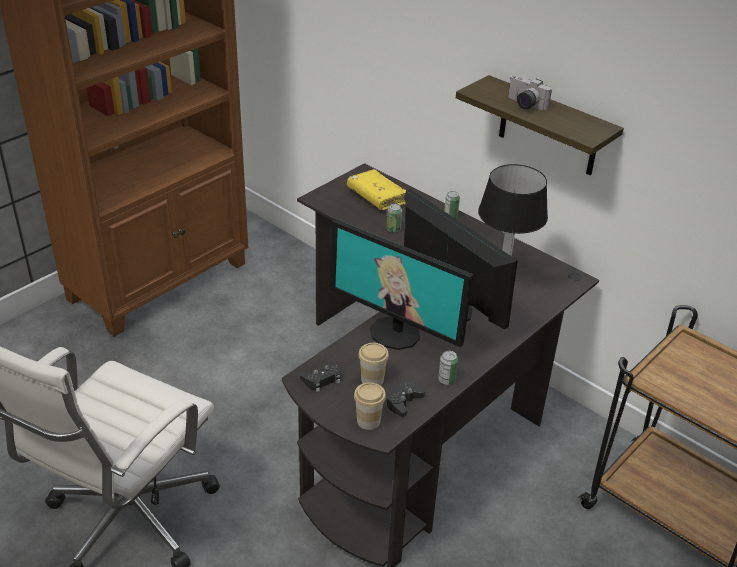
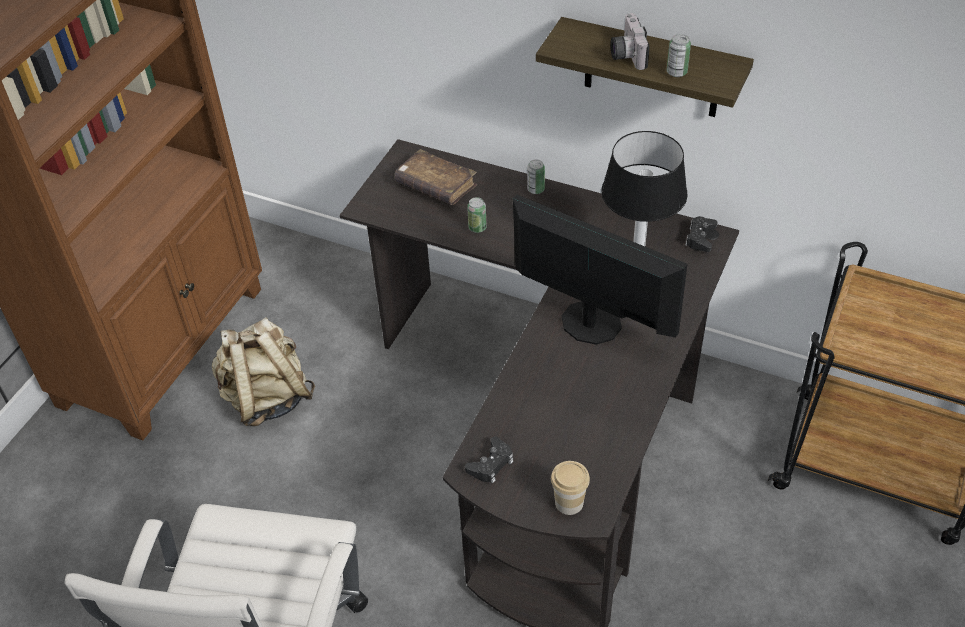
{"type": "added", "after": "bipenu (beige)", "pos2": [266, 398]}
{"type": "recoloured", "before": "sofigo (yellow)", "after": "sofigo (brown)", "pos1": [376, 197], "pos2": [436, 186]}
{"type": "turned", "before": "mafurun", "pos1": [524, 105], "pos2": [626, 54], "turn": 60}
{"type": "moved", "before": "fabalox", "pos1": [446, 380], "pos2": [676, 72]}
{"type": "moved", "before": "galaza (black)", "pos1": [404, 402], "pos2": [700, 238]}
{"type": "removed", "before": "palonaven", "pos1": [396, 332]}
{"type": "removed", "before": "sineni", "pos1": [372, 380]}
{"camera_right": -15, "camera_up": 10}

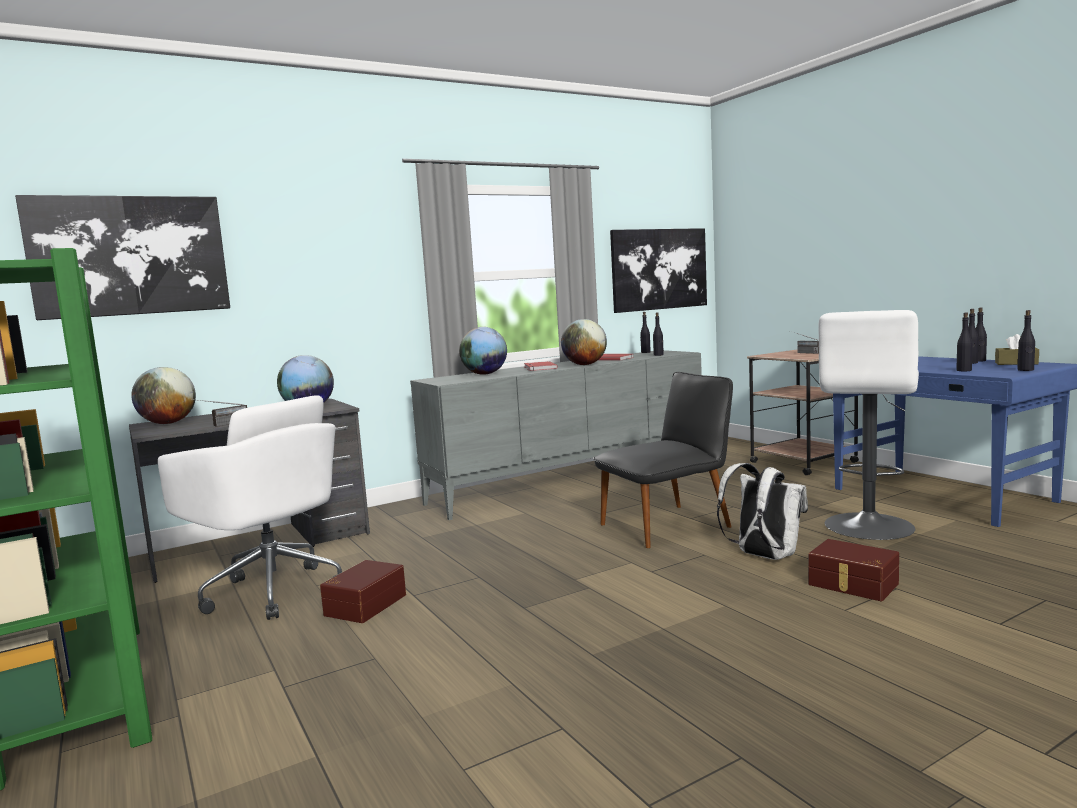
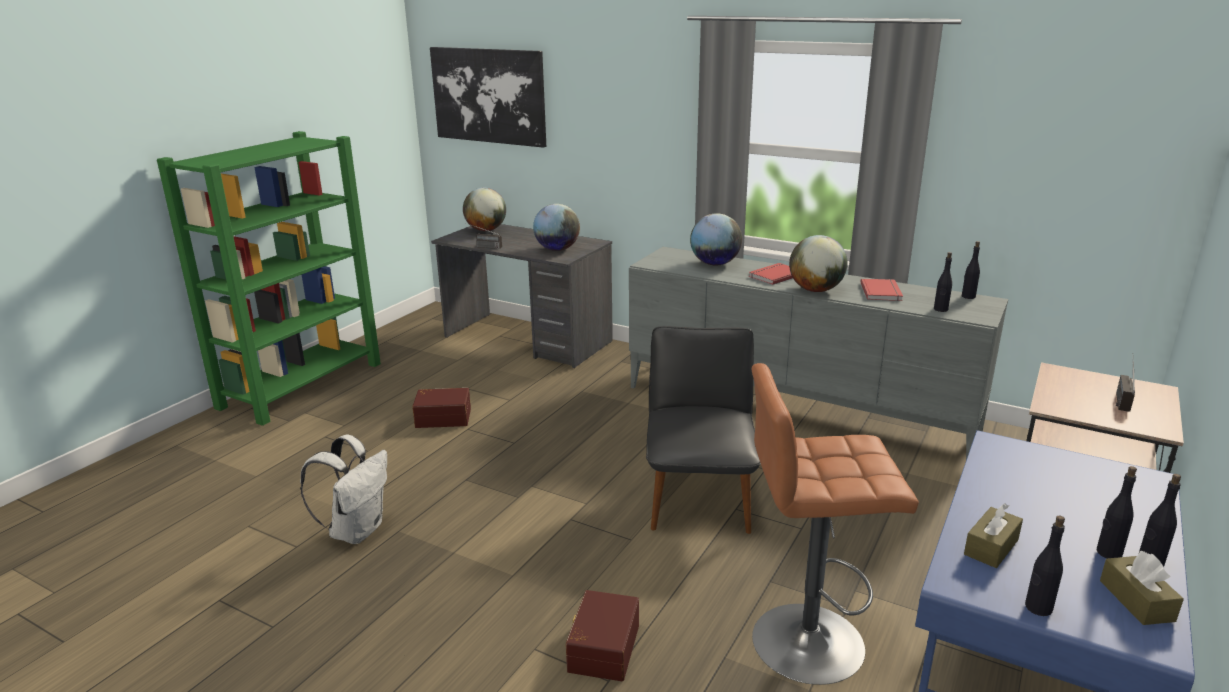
{"type": "moved", "before": "bipenu (white)", "pos1": [763, 556], "pos2": [357, 530]}
{"type": "turned", "before": "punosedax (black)", "pos1": [665, 525], "pos2": [699, 498], "turn": -120}
{"type": "recoloured", "before": "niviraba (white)", "after": "niviraba (brown)", "pos1": [867, 526], "pos2": [806, 642]}
{"type": "replaced", "before": "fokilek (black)", "after": "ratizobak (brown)", "pos1": [964, 370], "pos2": [991, 547]}
{"type": "removed", "before": "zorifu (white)", "pos1": [269, 591]}
{"type": "removed", "before": "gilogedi", "pos1": [659, 269]}
{"camera_right": 60, "camera_up": 15}

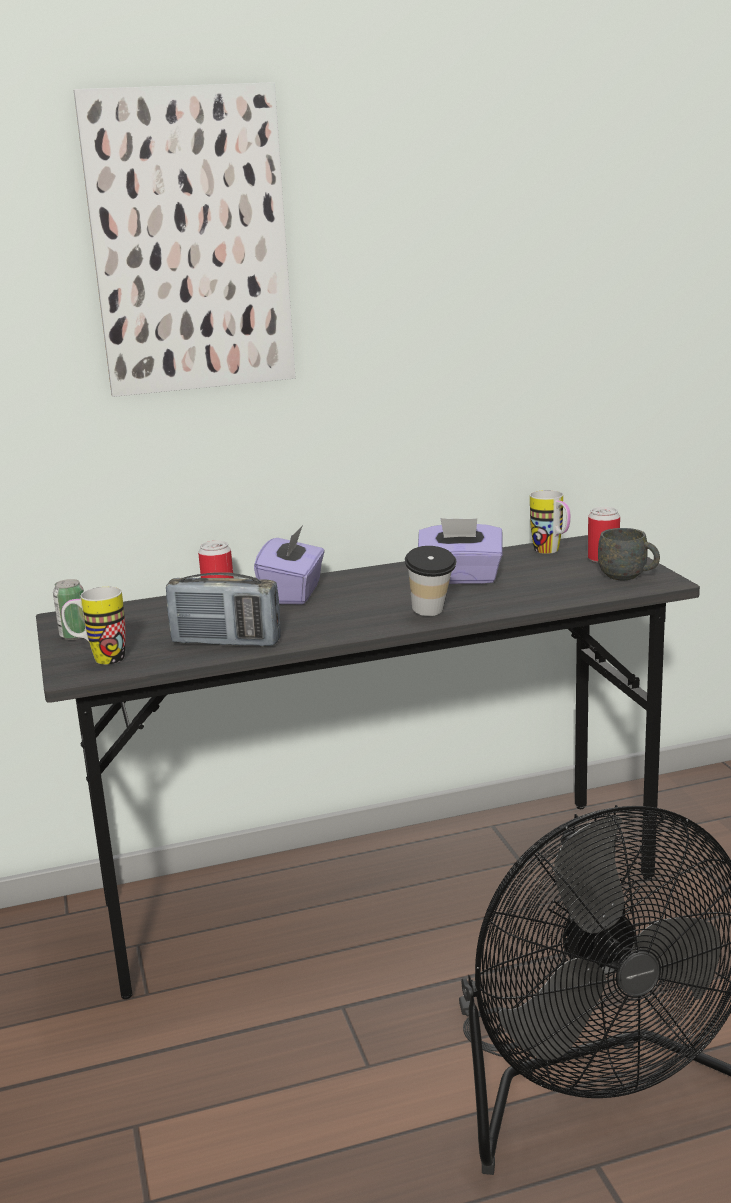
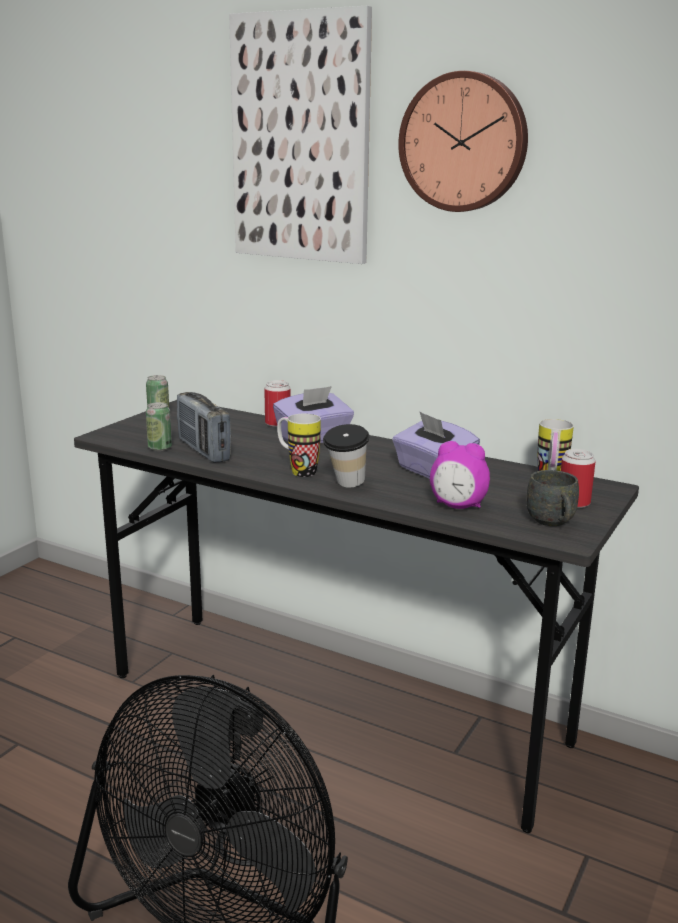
{"type": "added", "after": "fabalox", "pos2": [160, 448]}
{"type": "moved", "before": "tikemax", "pos1": [99, 660], "pos2": [297, 471]}
{"type": "added", "after": "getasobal", "pos2": [464, 142]}
{"type": "added", "after": "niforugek", "pos2": [458, 506]}
{"camera_right": 45, "camera_up": 0}

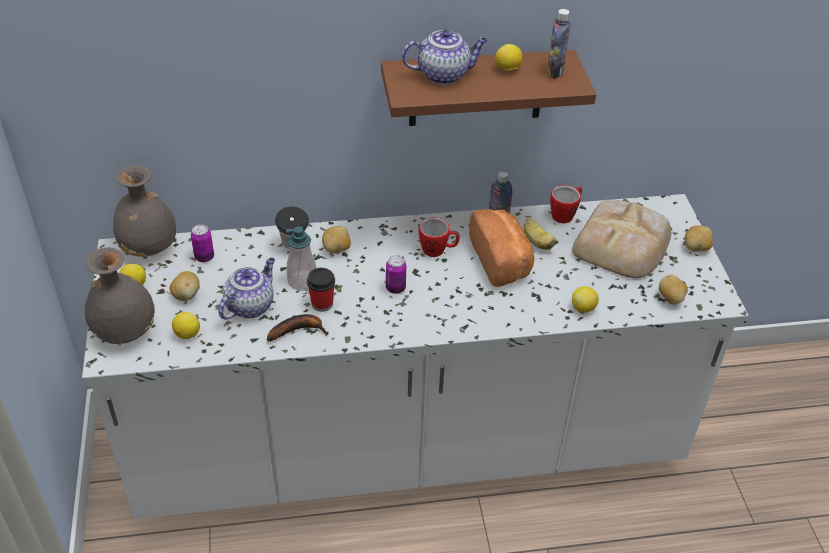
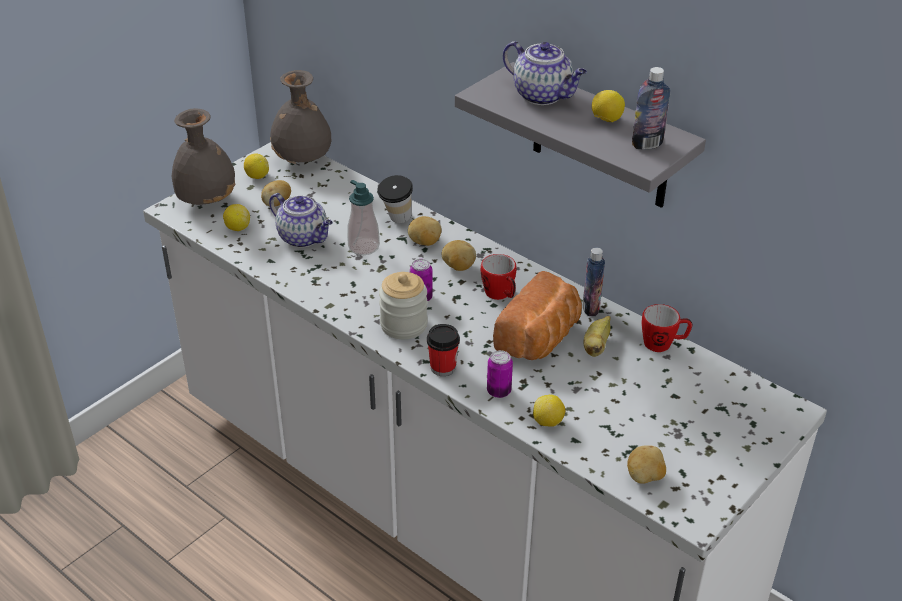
{"type": "turned", "before": "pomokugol", "pos1": [250, 305], "pos2": [304, 238], "turn": 45}
{"type": "added", "after": "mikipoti", "pos2": [403, 325]}
{"type": "moved", "before": "sineni", "pos1": [322, 304], "pos2": [443, 367]}
{"type": "moved", "before": "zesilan", "pos1": [696, 248], "pos2": [458, 267]}
{"type": "recoloured", "before": "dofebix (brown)", "after": "dofebix (grey)", "pos1": [476, 88], "pos2": [600, 138]}
{"type": "moved", "before": "fabalox", "pos1": [204, 257], "pos2": [498, 391]}
{"type": "removed", "before": "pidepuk", "pos1": [298, 330]}
{"type": "removed", "before": "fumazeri", "pos1": [622, 244]}
{"camera_right": 50, "camera_up": -5}

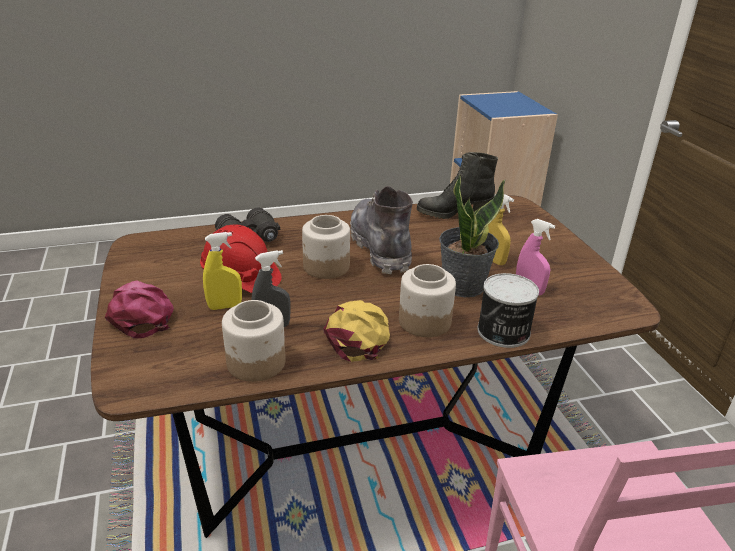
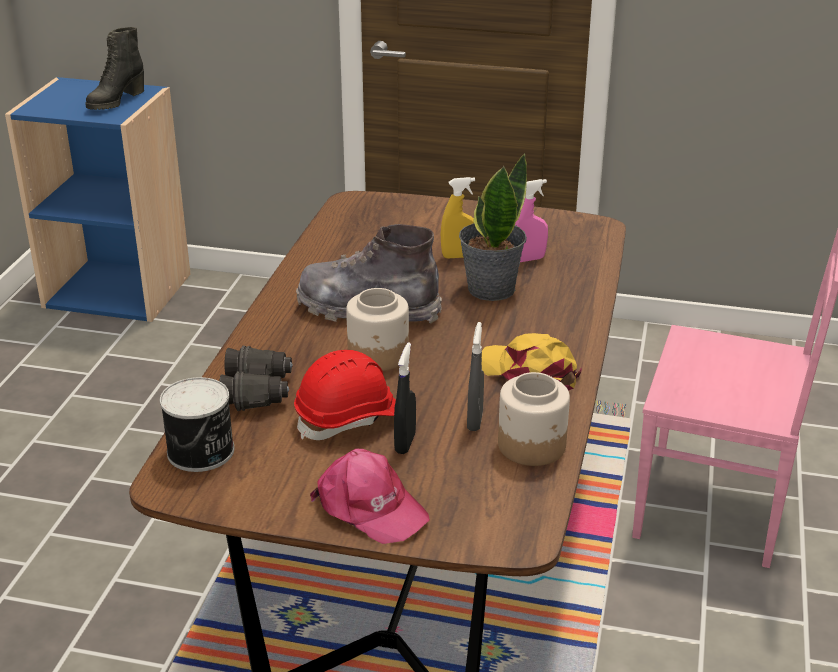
{"type": "moved", "before": "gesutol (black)", "pos1": [453, 214], "pos2": [115, 101]}
{"type": "moved", "before": "fabalox", "pos1": [503, 332], "pos2": [202, 452]}
{"type": "turned", "before": "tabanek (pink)", "pos1": [142, 314], "pos2": [369, 507], "turn": -150}
{"type": "recoloured", "before": "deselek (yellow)", "after": "deselek (black)", "pos1": [225, 306], "pos2": [405, 443]}
{"type": "removed", "before": "mikipoti", "pos1": [424, 321]}
{"camera_right": -60, "camera_up": 0}

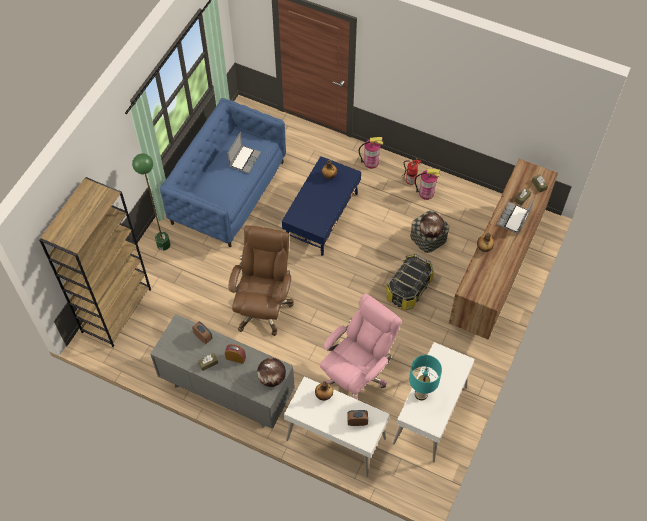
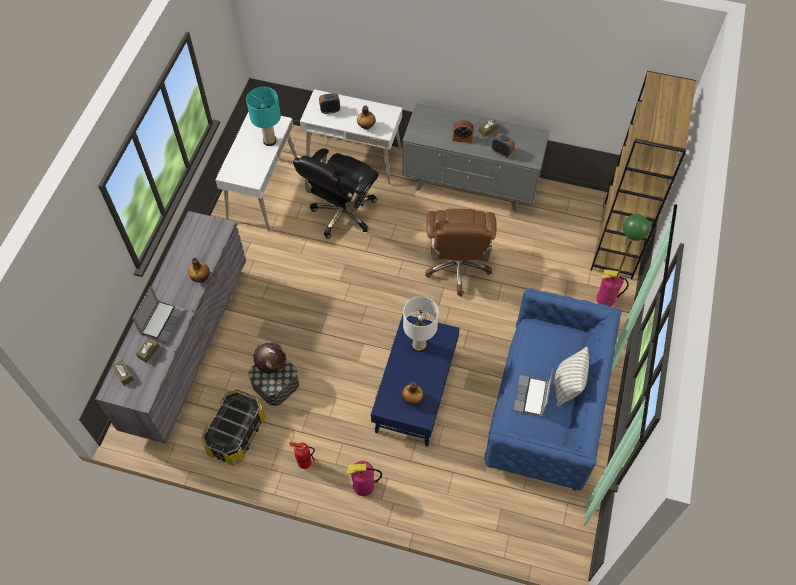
{"type": "recoloured", "before": "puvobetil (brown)", "after": "puvobetil (grey)", "pos1": [497, 272], "pos2": [189, 351]}
{"type": "moved", "before": "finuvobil", "pos1": [409, 289], "pos2": [236, 434]}
{"type": "recoloured", "before": "zorifu (pink)", "after": "zorifu (black)", "pos1": [357, 376], "pos2": [341, 215]}
{"type": "added", "after": "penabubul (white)", "pos2": [419, 345]}
{"type": "added", "after": "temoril", "pos2": [567, 386]}
{"type": "moved", "before": "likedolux", "pos1": [426, 193], "pos2": [605, 299]}
{"type": "removed", "before": "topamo", "pos1": [272, 378]}
{"camera_right": 170, "camera_up": 0}

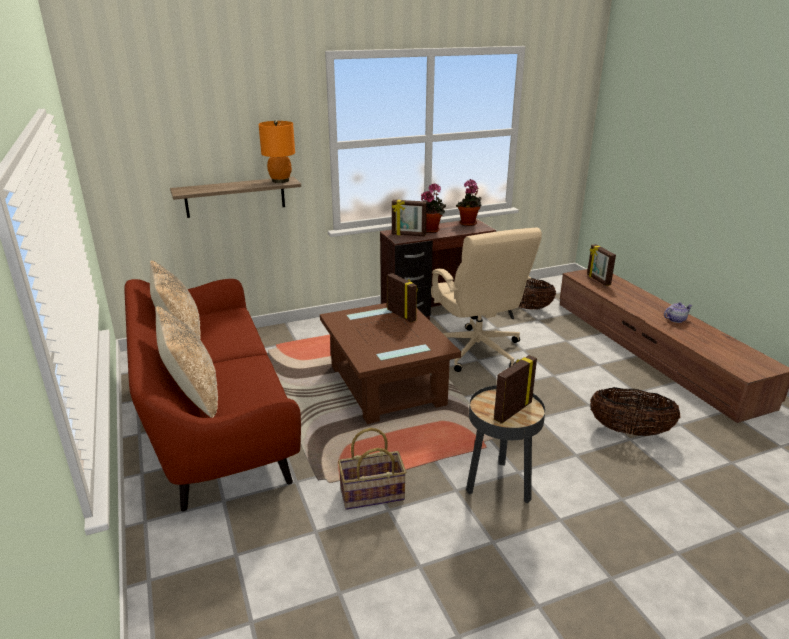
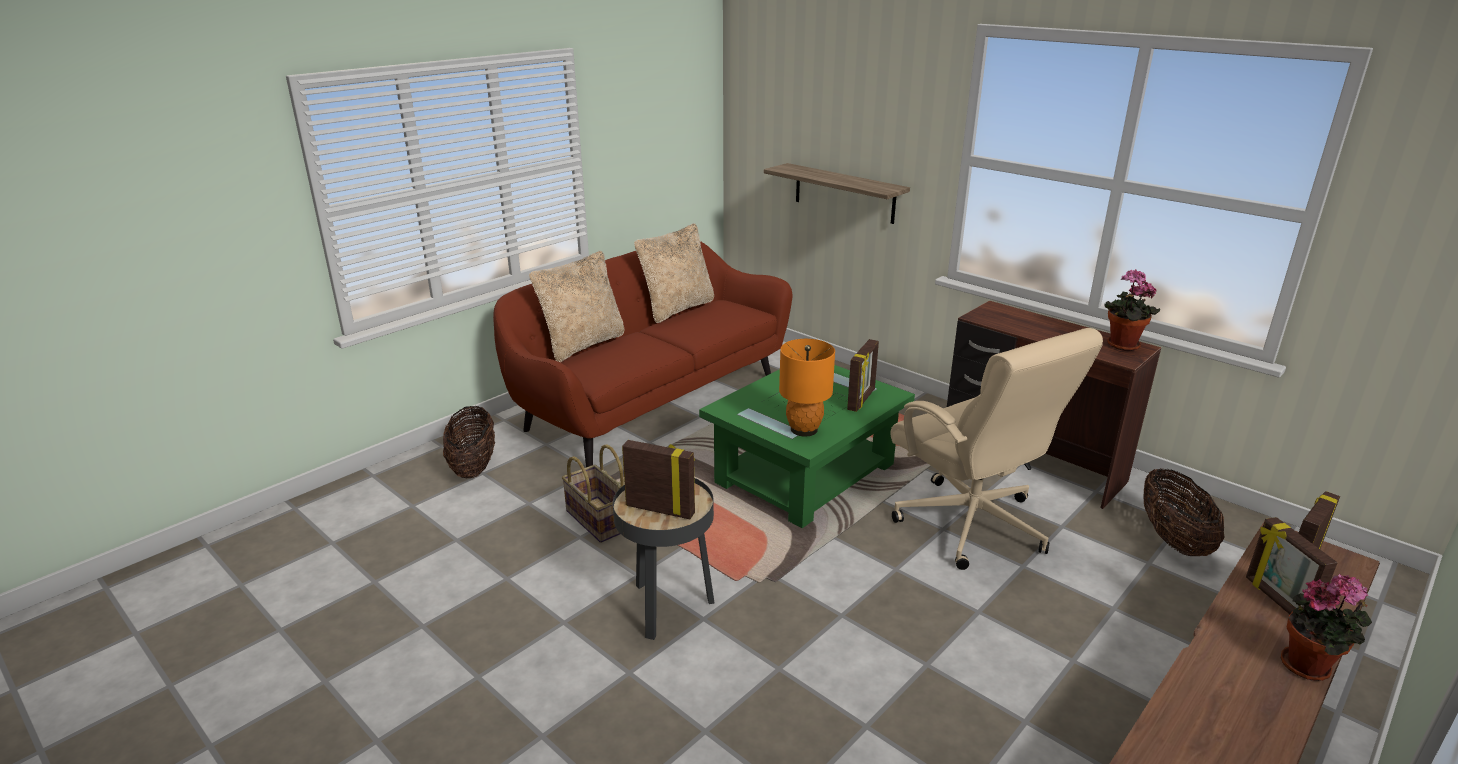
{"type": "moved", "before": "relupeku", "pos1": [629, 431], "pos2": [473, 466]}
{"type": "recoloured", "before": "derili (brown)", "after": "derili (green)", "pos1": [386, 385], "pos2": [805, 474]}
{"type": "moved", "before": "penabubul (orange)", "pos1": [280, 180], "pos2": [804, 429]}
{"type": "turned", "before": "zorifu (beige)", "pos1": [477, 350], "pos2": [970, 522], "turn": -75}
{"type": "moved", "before": "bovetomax", "pos1": [408, 235], "pos2": [1276, 600]}
{"type": "moved", "before": "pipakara", "pos1": [431, 230], "pos2": [1310, 667]}
{"type": "removed", "before": "pomokugol", "pos1": [675, 319]}
{"camera_right": 65, "camera_up": 0}

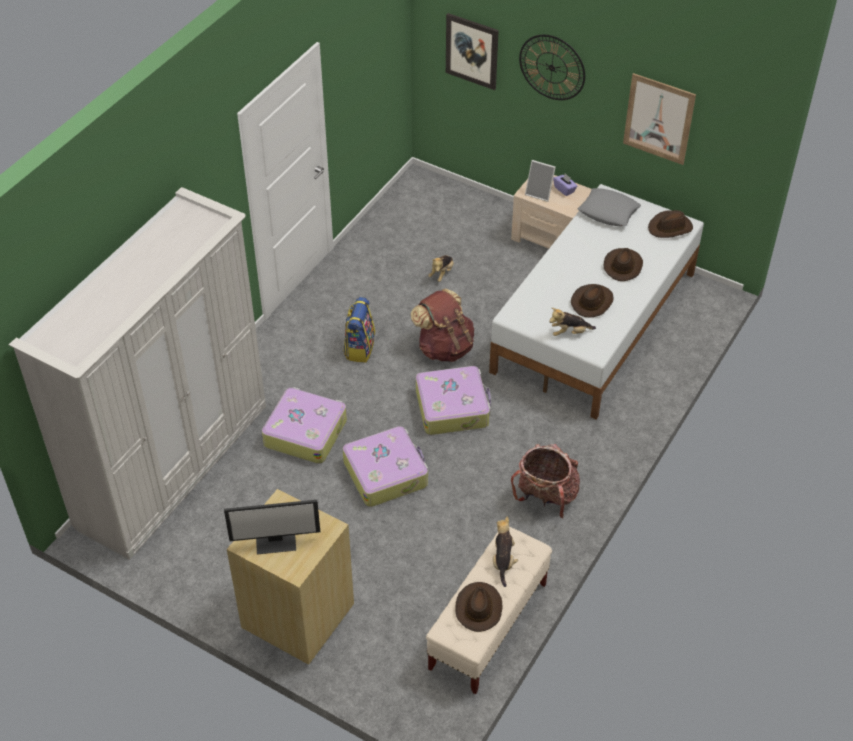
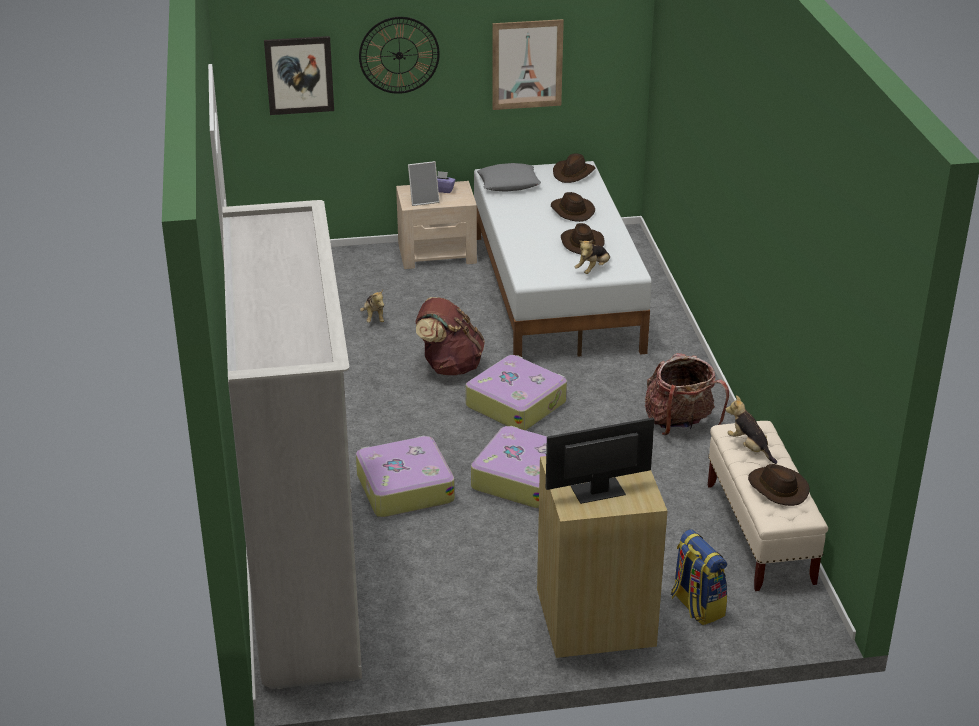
{"type": "turned", "before": "palonaven", "pos1": [276, 541], "pos2": [597, 491], "turn": -150}
{"type": "moved", "before": "bipenu", "pos1": [359, 348], "pos2": [696, 606]}
{"camera_right": -40, "camera_up": -15}

